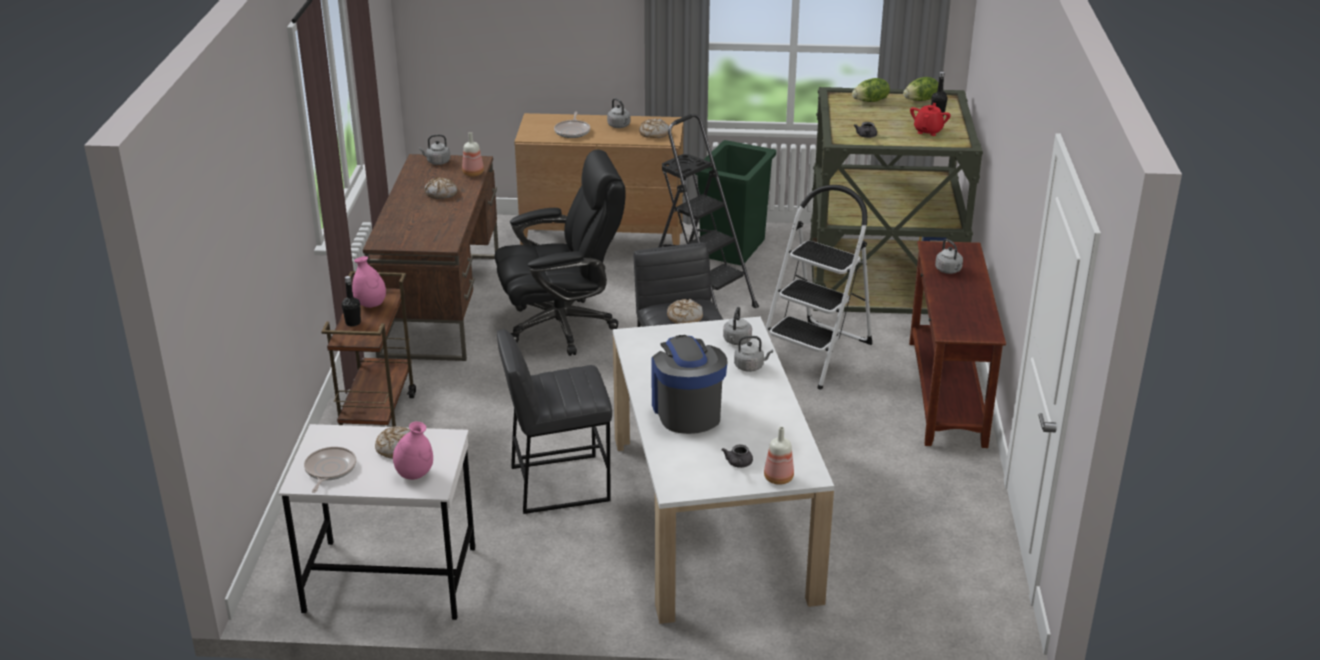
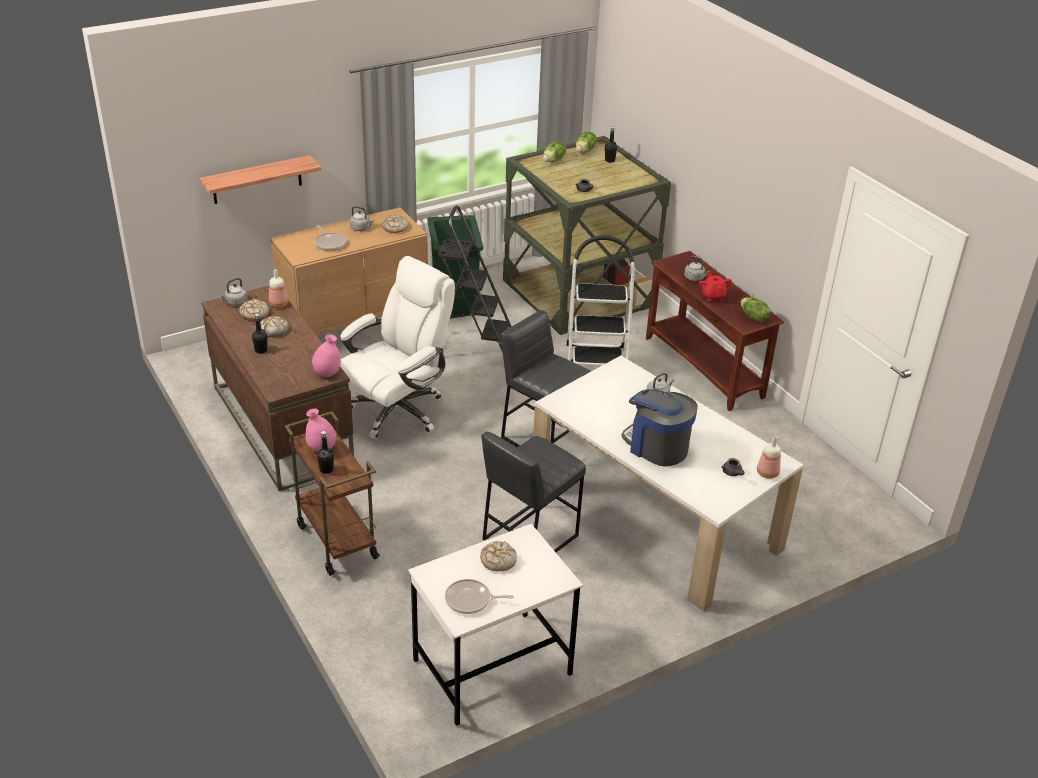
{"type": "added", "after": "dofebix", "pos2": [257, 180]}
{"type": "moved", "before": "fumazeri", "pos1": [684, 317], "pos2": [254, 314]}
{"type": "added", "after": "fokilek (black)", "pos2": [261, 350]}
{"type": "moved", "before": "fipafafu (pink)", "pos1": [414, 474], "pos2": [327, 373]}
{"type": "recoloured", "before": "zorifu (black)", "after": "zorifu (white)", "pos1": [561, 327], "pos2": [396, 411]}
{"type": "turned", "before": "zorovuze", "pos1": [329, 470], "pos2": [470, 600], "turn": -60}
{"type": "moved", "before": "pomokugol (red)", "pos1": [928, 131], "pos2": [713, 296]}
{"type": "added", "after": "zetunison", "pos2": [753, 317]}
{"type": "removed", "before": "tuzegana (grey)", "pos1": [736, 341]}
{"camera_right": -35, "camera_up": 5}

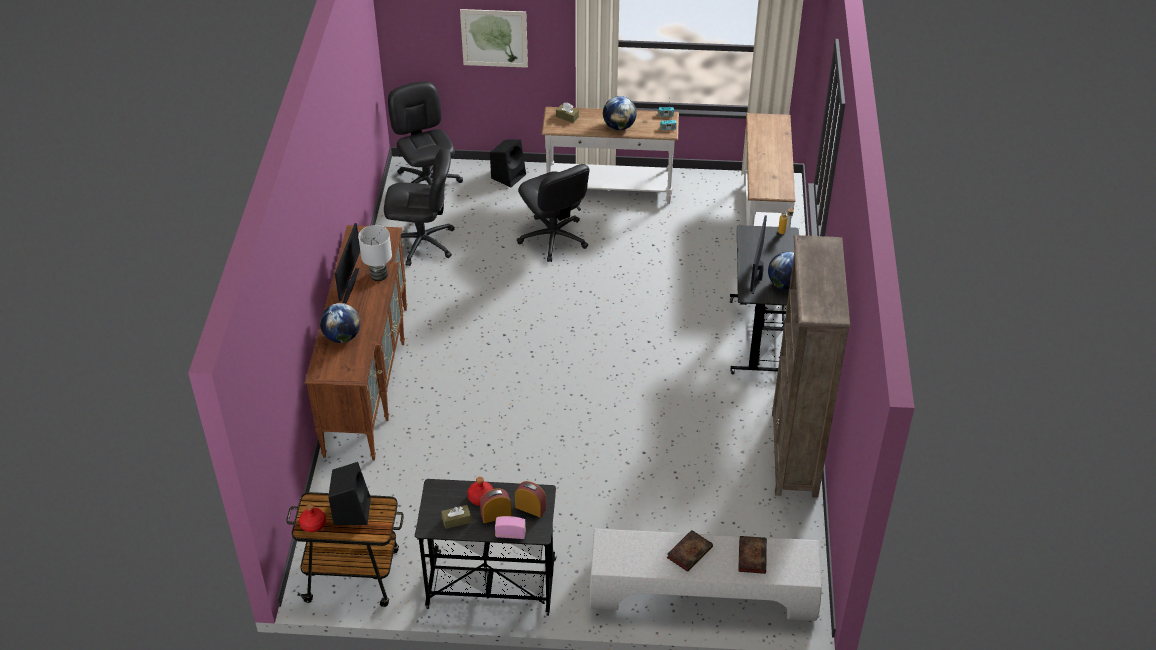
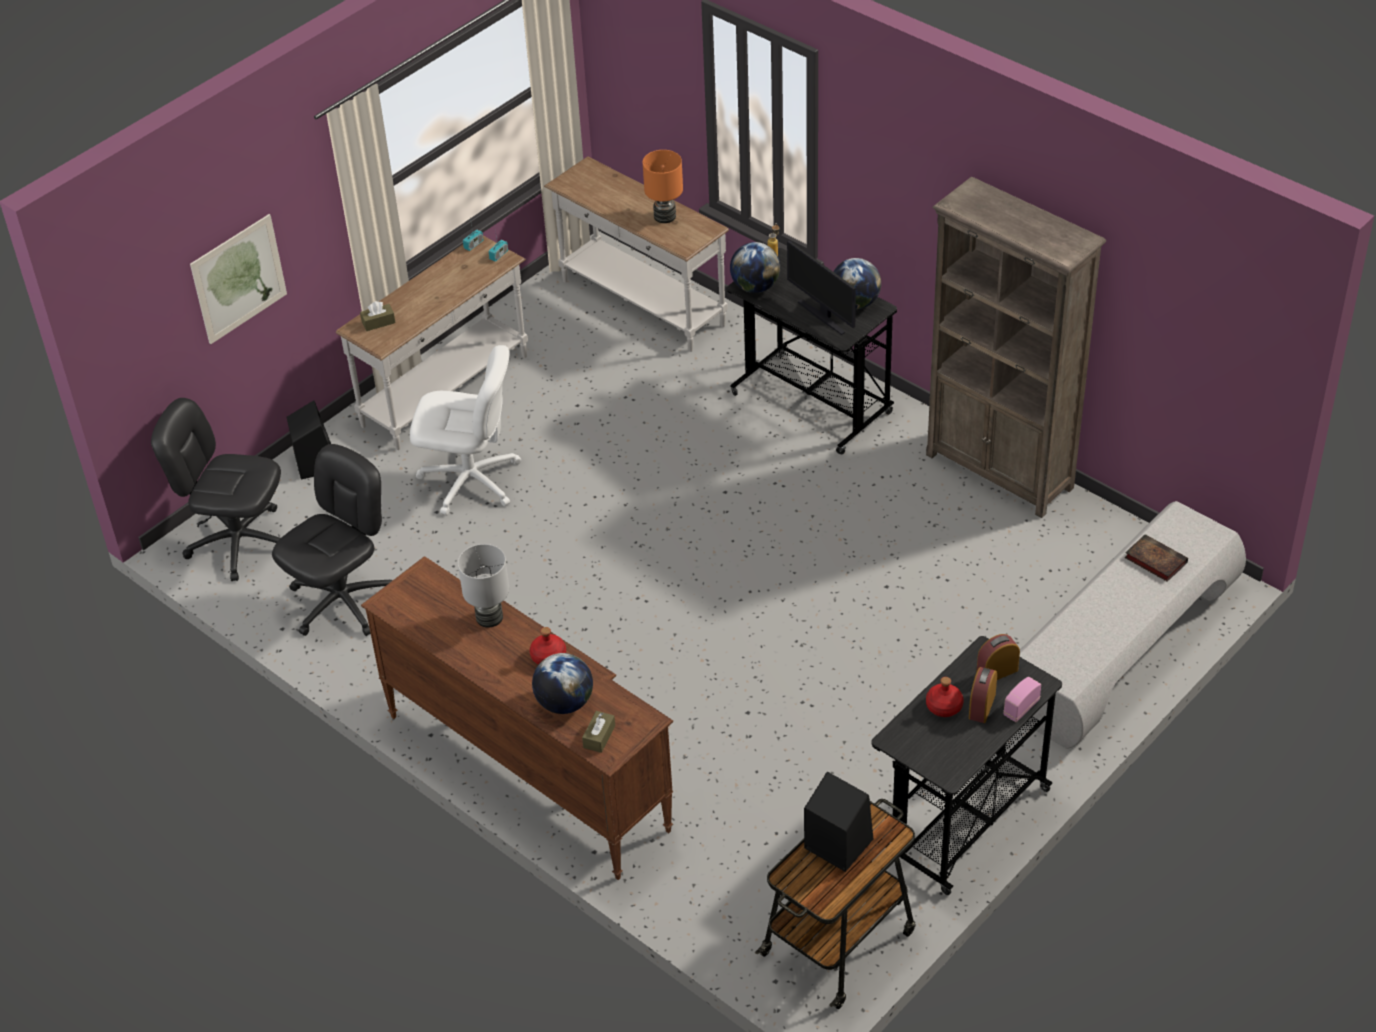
{"type": "recoloured", "before": "zorifu (black)", "after": "zorifu (white)", "pos1": [553, 238], "pos2": [471, 480]}
{"type": "moved", "before": "fokilek (red)", "pos1": [313, 524], "pos2": [548, 656]}
{"type": "moved", "before": "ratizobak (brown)", "pos1": [456, 520], "pos2": [599, 736]}
{"type": "added", "after": "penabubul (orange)", "pos2": [664, 216]}
{"type": "moved", "before": "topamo", "pos1": [619, 126], "pos2": [755, 287]}
{"type": "removed", "before": "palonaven", "pos1": [349, 285]}
{"type": "removed", "before": "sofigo", "pos1": [690, 551]}
{"camera_right": -50, "camera_up": 0}

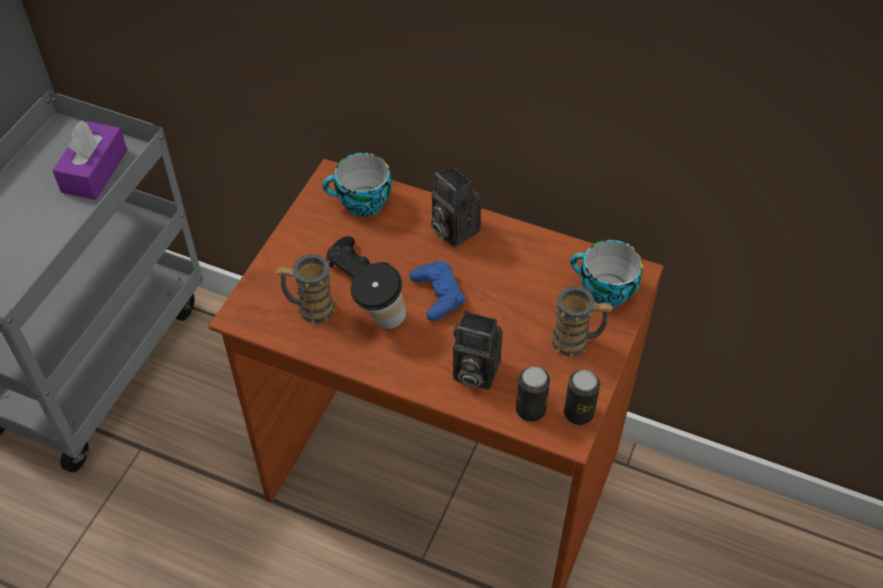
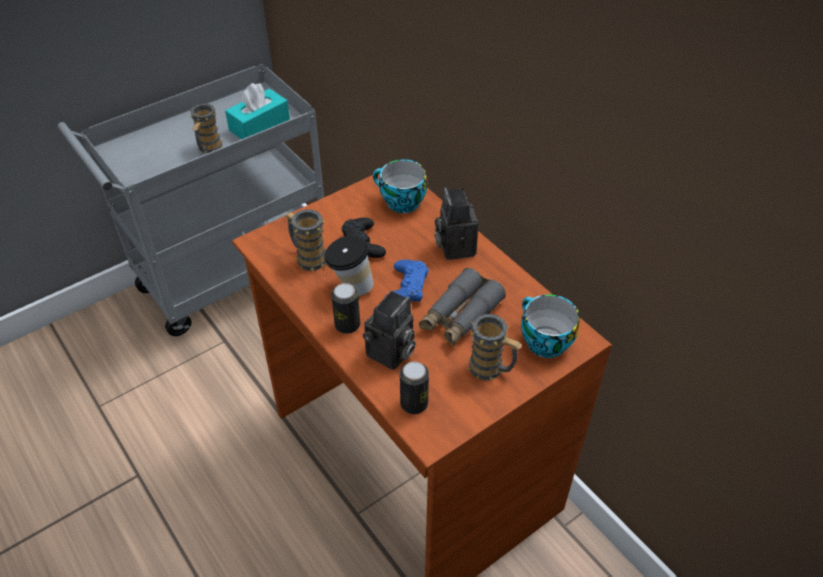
{"type": "added", "after": "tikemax", "pos2": [208, 149]}
{"type": "recoloured", "before": "ratizobak (purple)", "after": "ratizobak (turquoise)", "pos1": [94, 171], "pos2": [259, 125]}
{"type": "moved", "before": "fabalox", "pos1": [578, 413], "pos2": [347, 325]}
{"type": "turned", "before": "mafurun", "pos1": [473, 372], "pos2": [390, 354], "turn": -105}
{"type": "added", "after": "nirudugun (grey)", "pos2": [460, 316]}
{"camera_right": 30, "camera_up": -5}

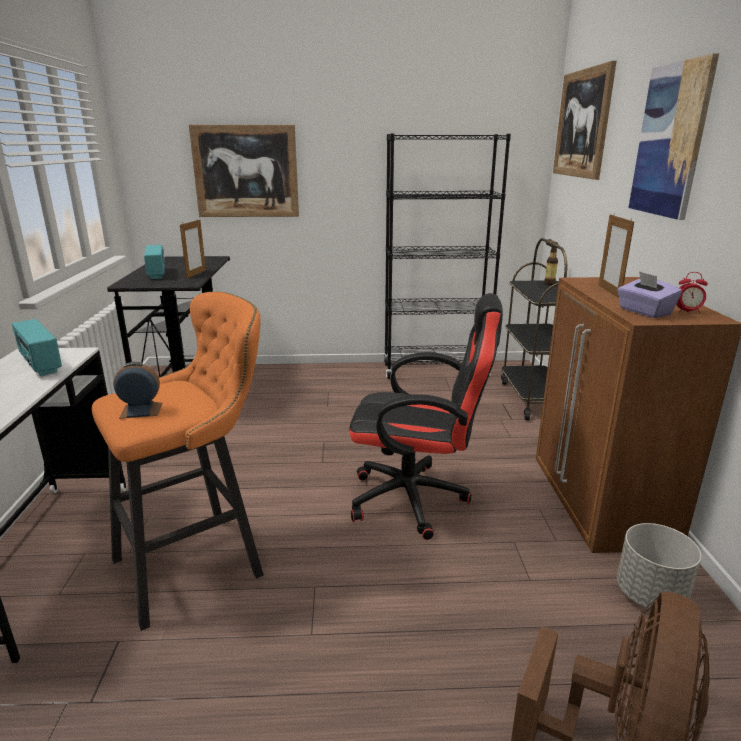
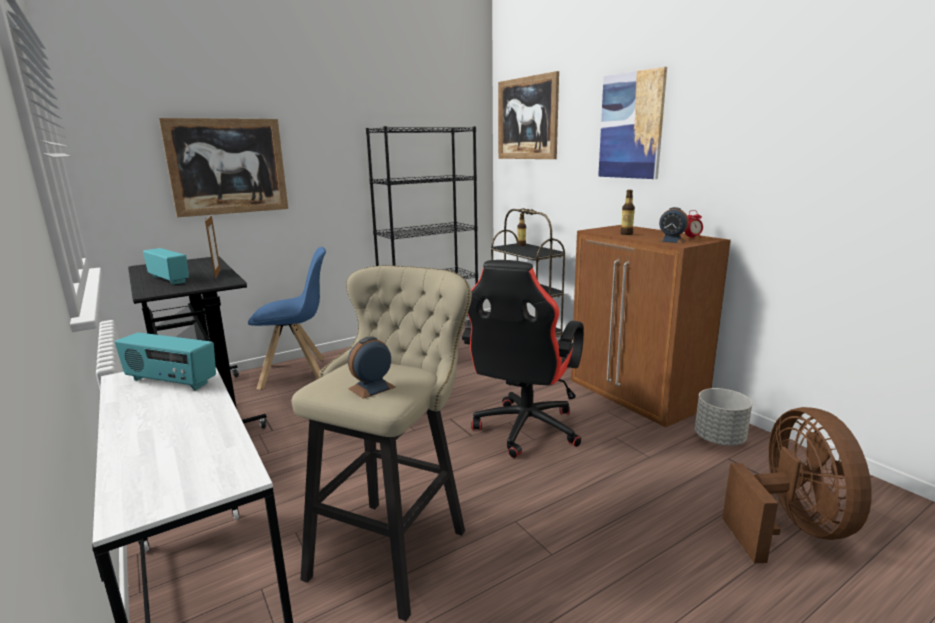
{"type": "added", "after": "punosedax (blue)", "pos2": [297, 373]}
{"type": "recoloured", "before": "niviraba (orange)", "after": "niviraba (beige)", "pos1": [204, 560], "pos2": [398, 541]}
{"type": "turned", "before": "zorifu (black)", "pos1": [418, 501], "pos2": [523, 433], "turn": 135}
{"type": "replaced", "before": "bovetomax", "after": "fokilek", "pos1": [609, 291], "pos2": [626, 234]}
{"type": "replaced", "before": "ratizobak (purple)", "after": "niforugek", "pos1": [644, 312], "pos2": [671, 241]}
{"camera_right": -30, "camera_up": -5}

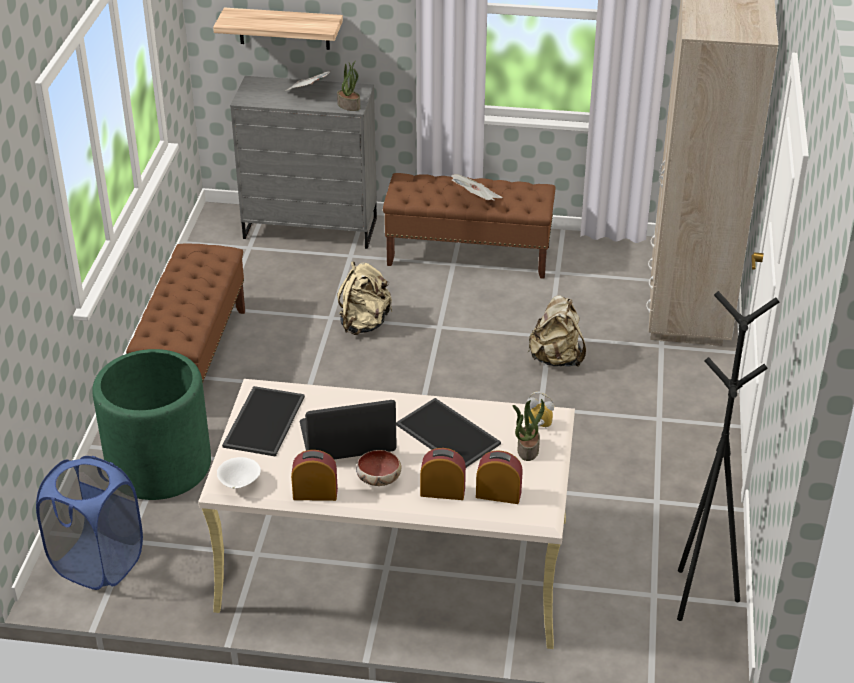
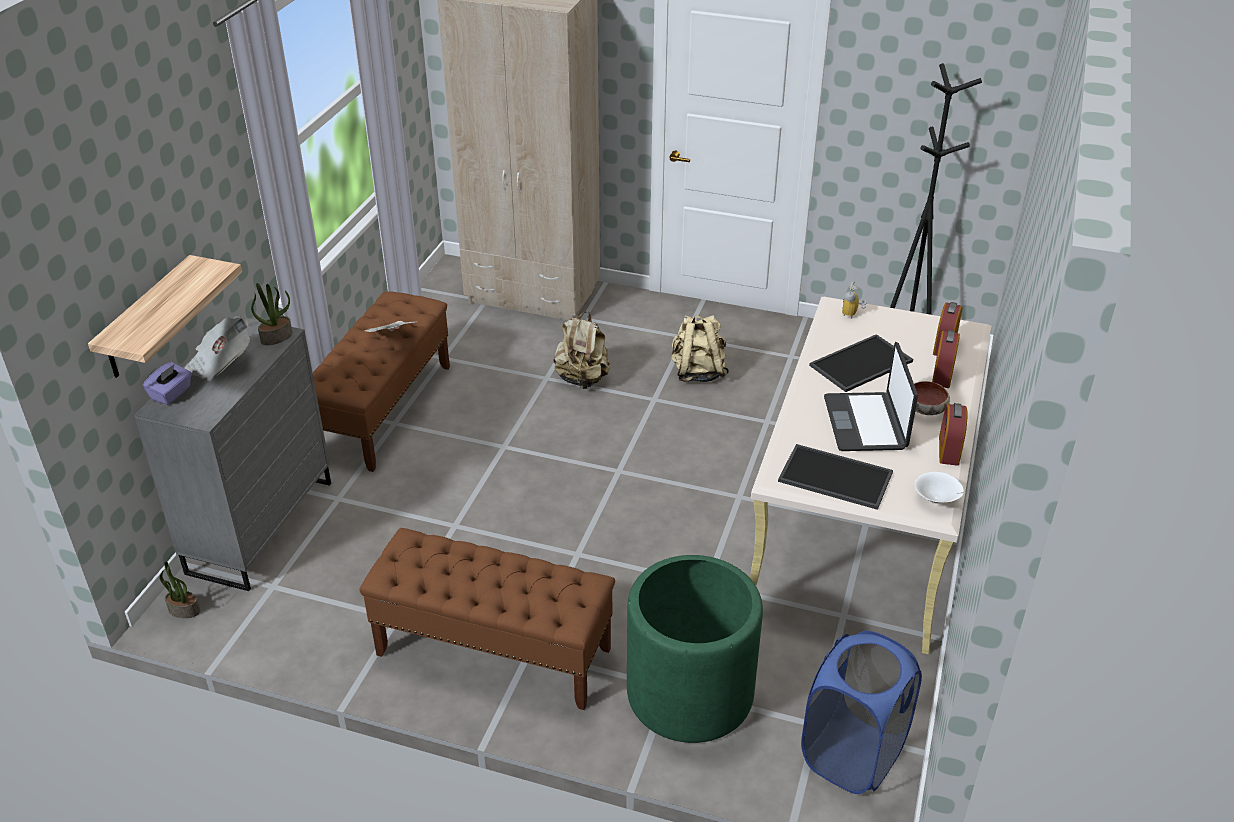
{"type": "added", "after": "ratizobak (purple)", "pos2": [171, 394]}
{"type": "moved", "before": "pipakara", "pos1": [527, 449], "pos2": [183, 610]}
{"type": "moved", "before": "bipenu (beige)", "pos1": [364, 323], "pos2": [697, 373]}
{"camera_right": -80, "camera_up": 0}

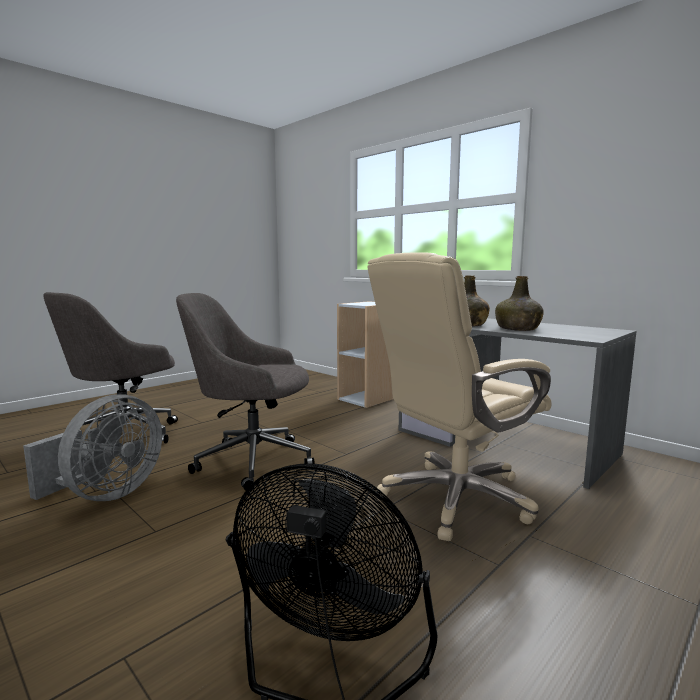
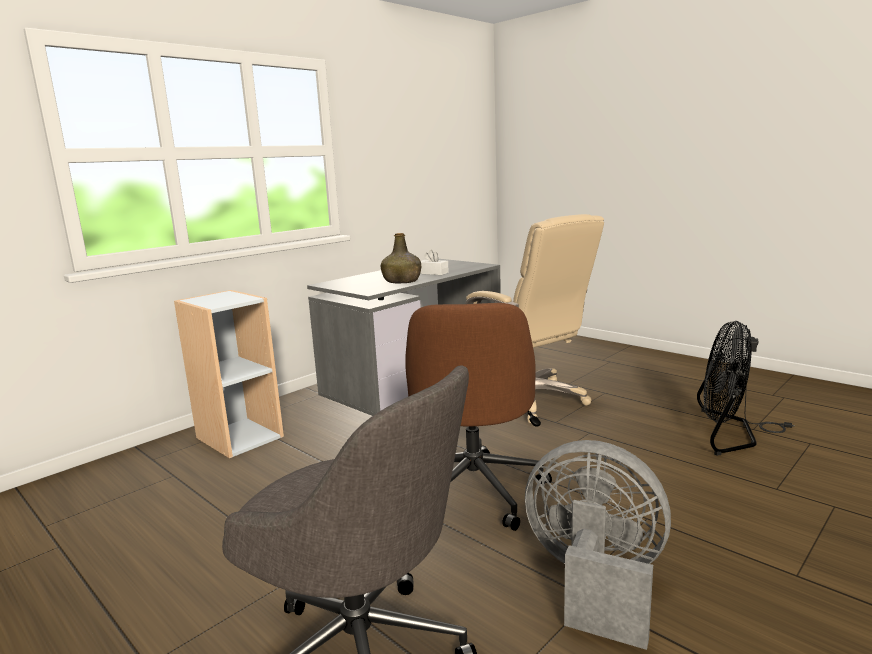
{"type": "recoloured", "before": "zorifu (grey)", "after": "zorifu (brown)", "pos1": [252, 462], "pos2": [474, 492]}
{"type": "replaced", "before": "fokilek (green)", "after": "ratizobak (white)", "pos1": [518, 329], "pos2": [433, 273]}
{"camera_right": -90, "camera_up": 5}

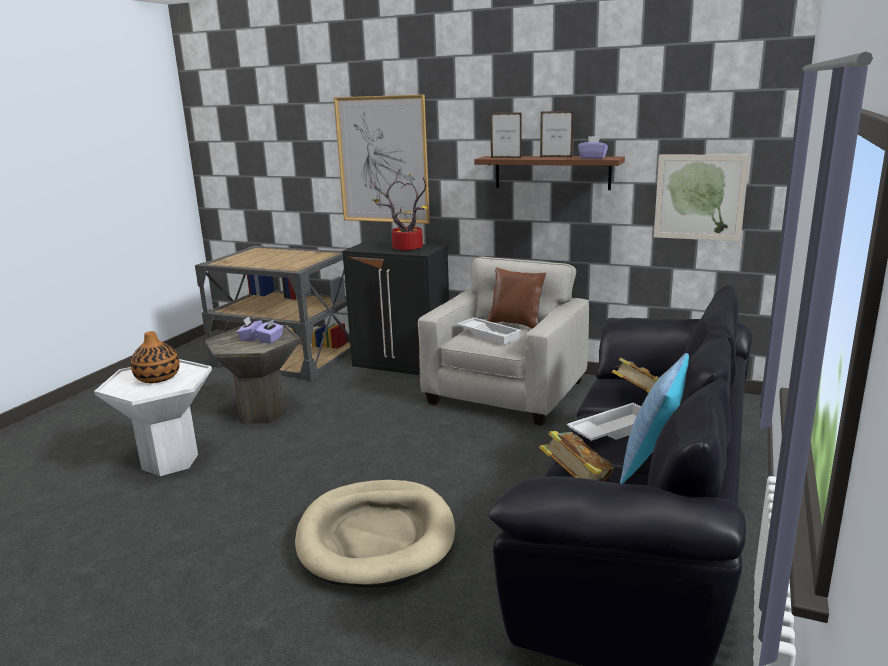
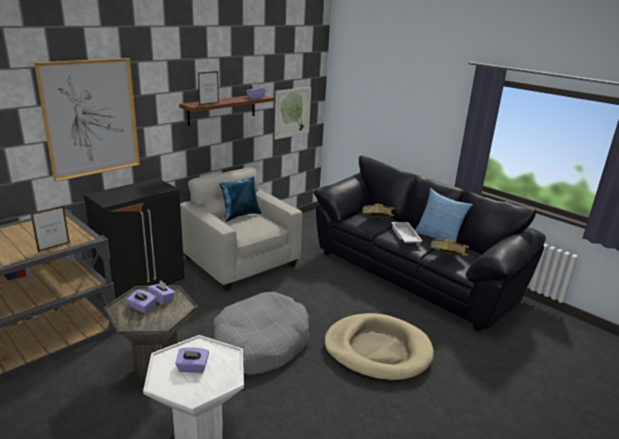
{"type": "moved", "before": "bovetomax", "pos1": [556, 157], "pos2": [54, 247]}
{"type": "replaced", "before": "fipafafu", "after": "ratizobak (purple)", "pos1": [158, 378], "pos2": [192, 368]}
{"type": "added", "after": "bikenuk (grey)", "pos2": [260, 344]}
{"type": "recoloured", "before": "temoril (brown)", "after": "temoril (blue)", "pos1": [516, 324], "pos2": [240, 215]}
{"type": "removed", "before": "pipakara", "pos1": [404, 248]}
{"type": "removed", "before": "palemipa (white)", "pos1": [489, 334]}
{"camera_right": -70, "camera_up": 5}

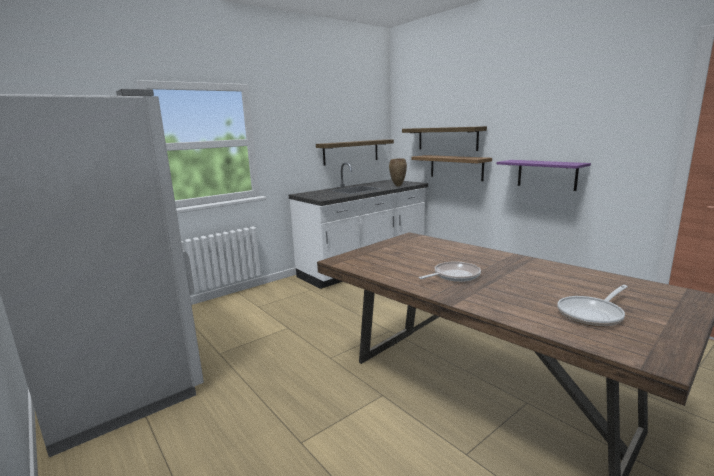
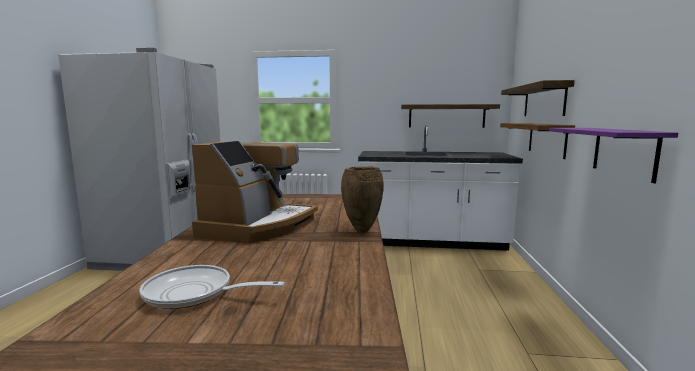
{"type": "replaced", "before": "zorovuze", "after": "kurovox", "pos1": [454, 276], "pos2": [258, 226]}
{"type": "moved", "before": "fipafafu (brown)", "pos1": [397, 186], "pos2": [361, 231]}
{"camera_right": 45, "camera_up": -5}

